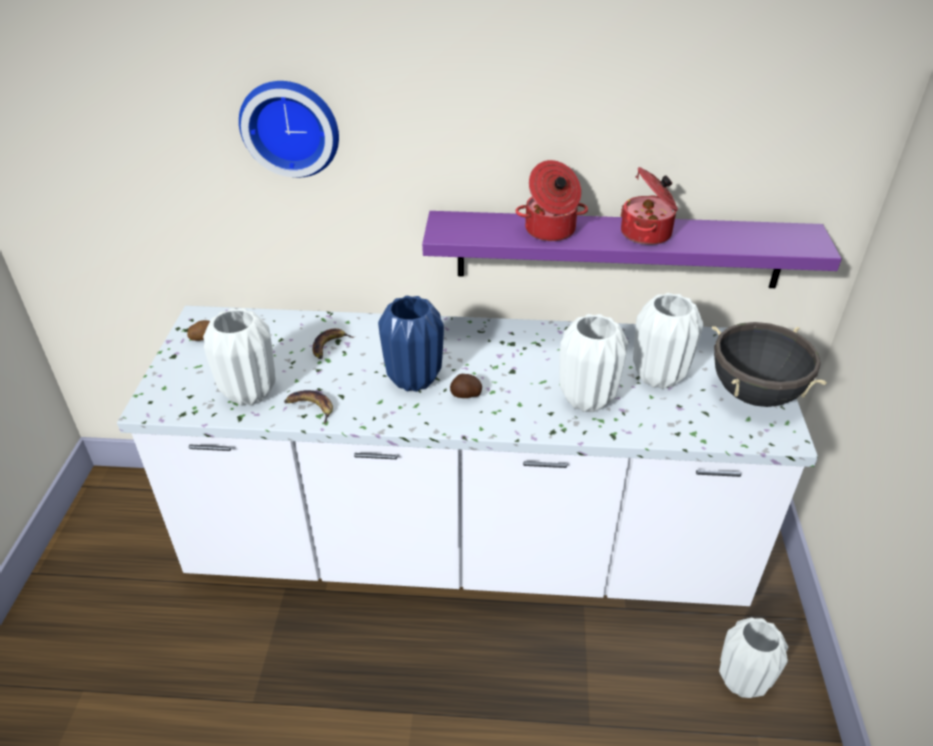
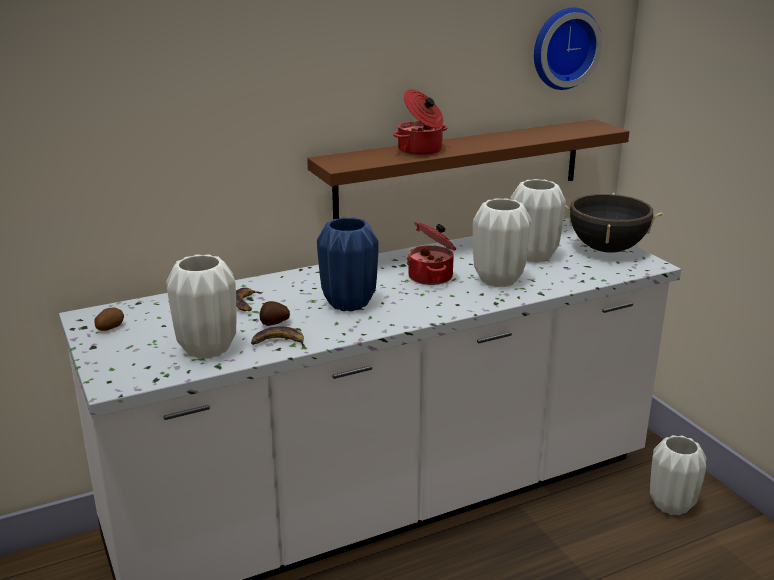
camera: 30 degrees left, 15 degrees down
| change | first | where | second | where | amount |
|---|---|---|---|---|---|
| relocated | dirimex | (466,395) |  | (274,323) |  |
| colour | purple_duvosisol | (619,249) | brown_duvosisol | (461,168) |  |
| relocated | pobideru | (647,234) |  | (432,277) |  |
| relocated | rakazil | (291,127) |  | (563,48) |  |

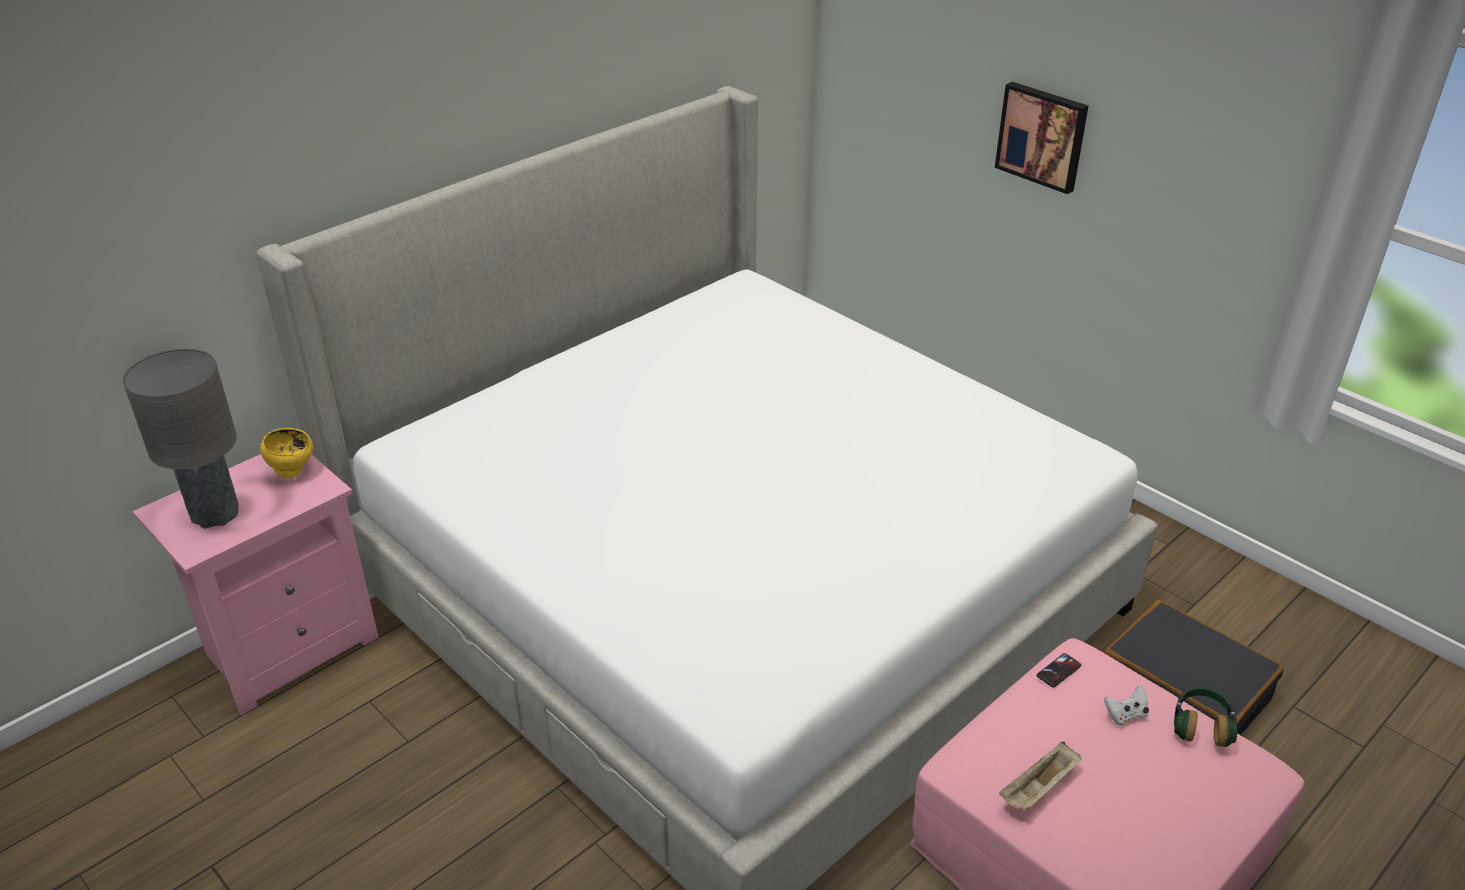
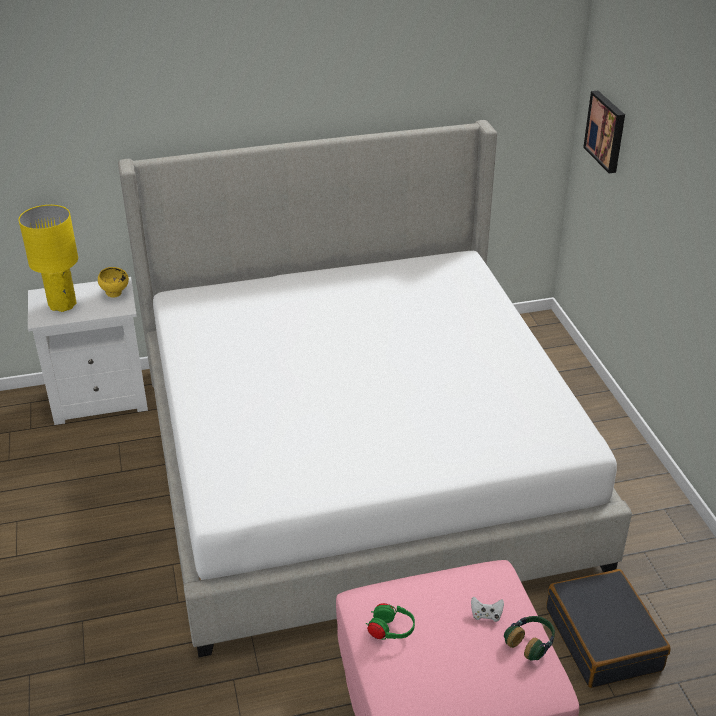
camera: 30 degrees right, 0 degrees up
| change | first | where | second | where | amount |
|---|---|---|---|---|---|
| colour | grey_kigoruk | (216,514) | yellow_kigoruk | (63,305) |  |
| colour | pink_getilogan | (288,647) | white_getilogan | (101,398) |  |
| exchanged | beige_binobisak | (1038,789) | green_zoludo | (390,631) |  |
| relocated | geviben | (1043,136) |  | (607,131) |  |
| missing | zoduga | (1059,671) |  |  |  |

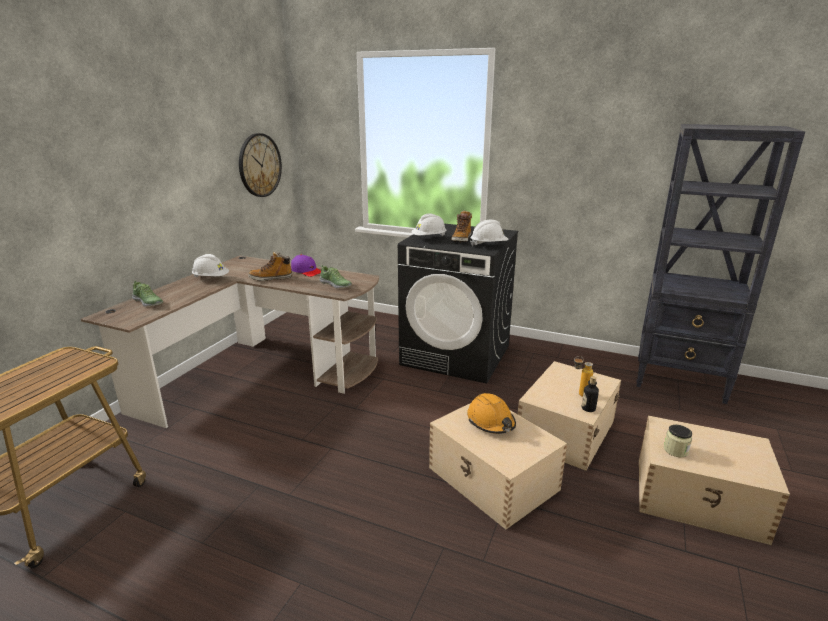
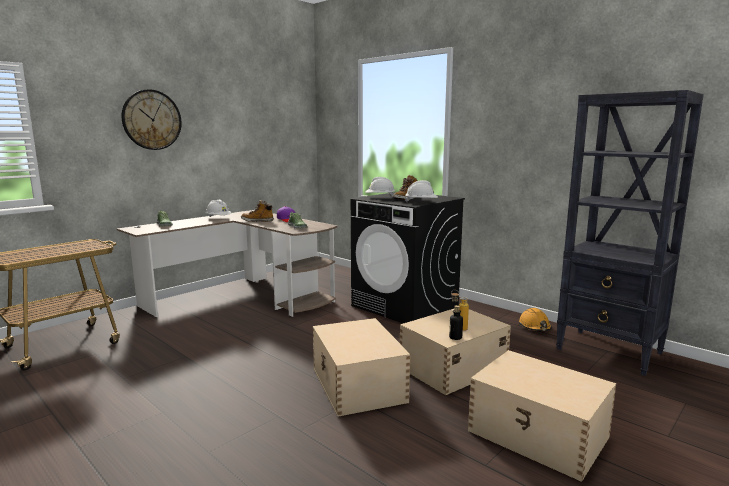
camera: 20 degrees right, 10 degrees down
| change | first | where | second | where | amount |
|---|---|---|---|---|---|
| relocated | rakazil | (259,165) |  | (152,120) |  |
| relocated | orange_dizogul | (491,422) |  | (535,327) |  |
| missing | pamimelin | (675,450) |  |  |  |

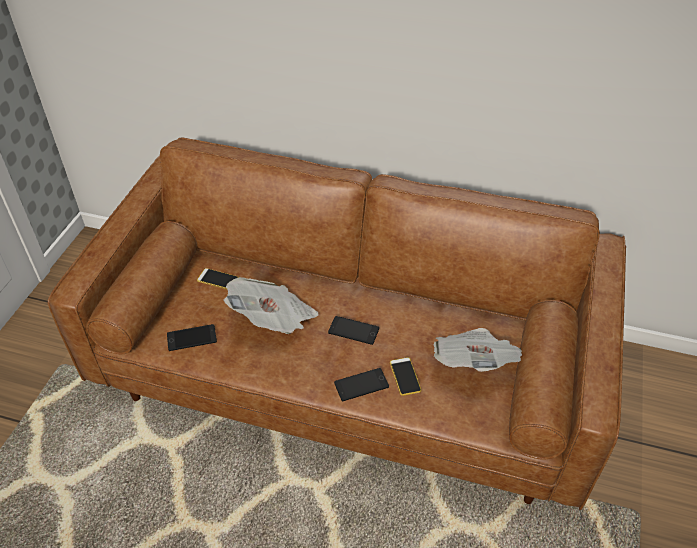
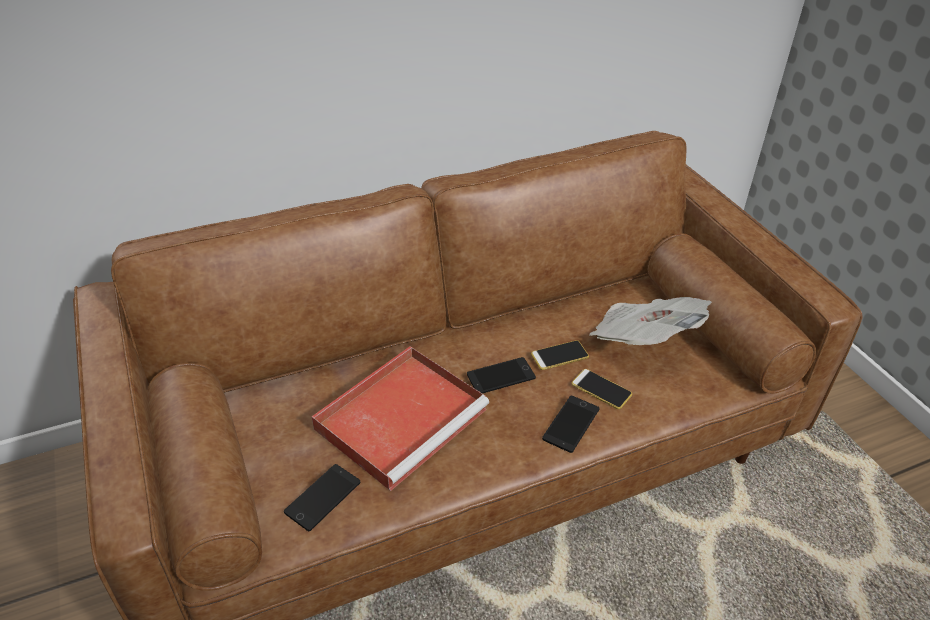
camera: 40 degrees left, 5 degrees down
| change | first | where | second | where | amount |
|---|---|---|---|---|---|
| exchanged | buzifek | (274,320) | red_binobisak | (403,416) |  |
| relocated | zoduga | (218,279) |  | (559,355) |  |

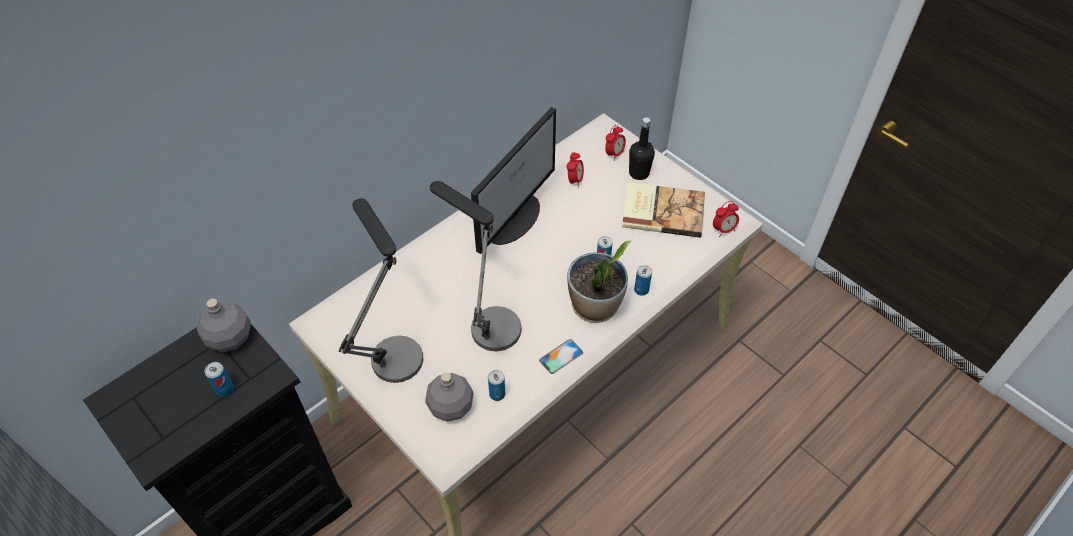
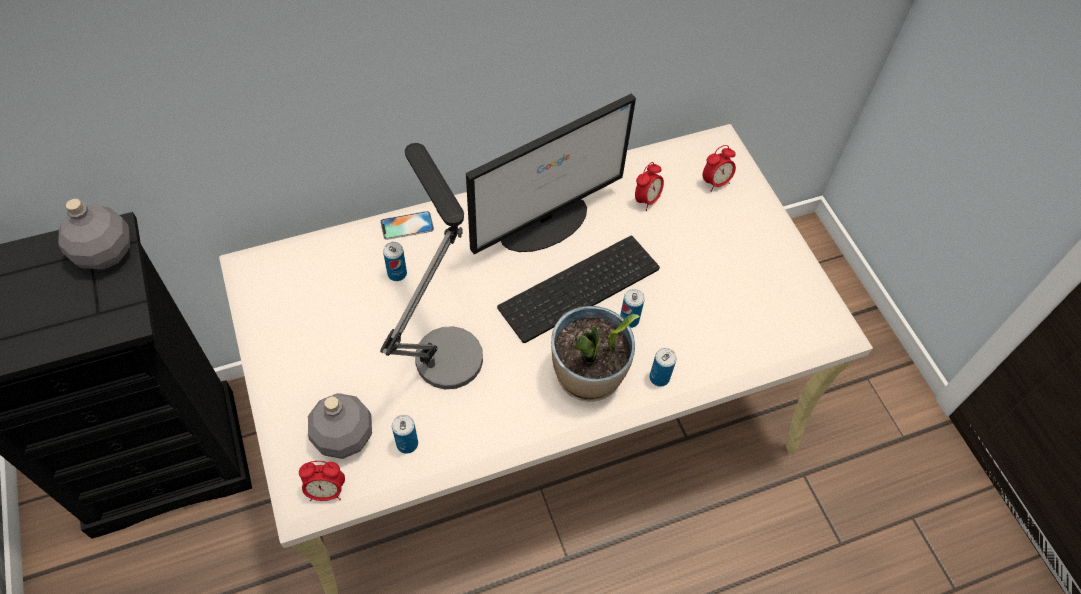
camera: 20 degrees right, 5 degrees up
| change | first | where | second | where | amount |
|---|---|---|---|---|---|
| relocated | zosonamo | (723,230) |  | (326,491) |  |
| relocated | zoduga | (561,356) |  | (407,225) |  |
| relocated | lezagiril | (225,389) |  | (397,273) |  |
| appeared |  |  | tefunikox | (580,291) |  |
| missing | kigoruk | (393,347) |  |  |  |
| missing | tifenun | (662,211) |  |  |  |
| missing | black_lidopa | (639,173) |  |  |  |

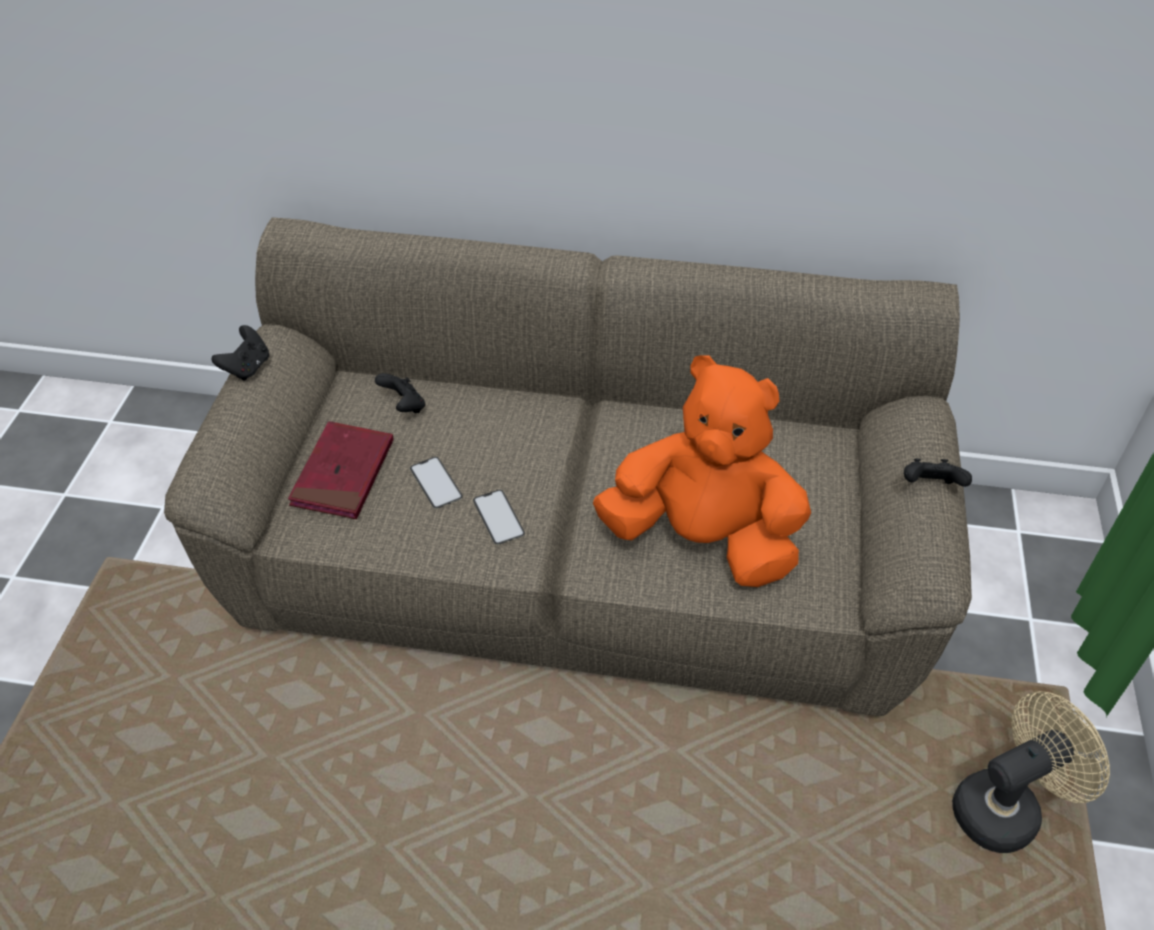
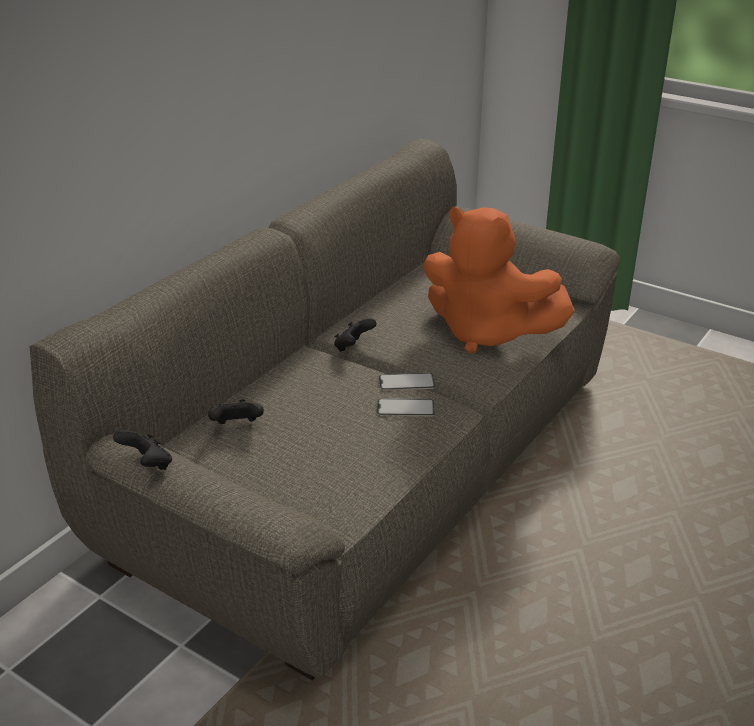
camera: 65 degrees left, 15 degrees down
| change | first | where | second | where | amount |
|---|---|---|---|---|---|
| relocated | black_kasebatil | (930,487) |  | (353,347) |  |
| relocated | zoduga | (436,483) |  | (406,382) |  |
| spun | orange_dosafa | (703,539) |  | (486,333) | 105 degrees counterclockwise |
| missing | red_tifenun | (343,474) |  |  |  |
| missing | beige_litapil | (1005,807) |  |  |  |

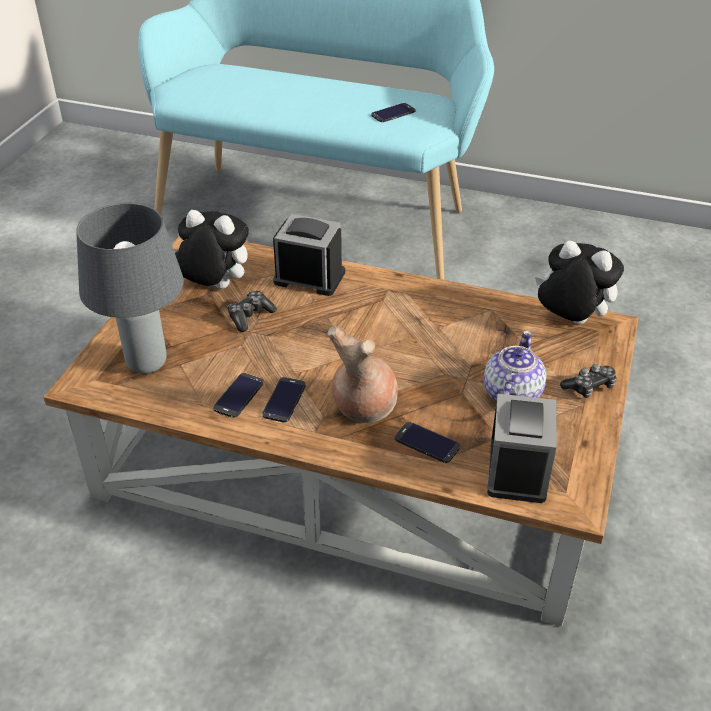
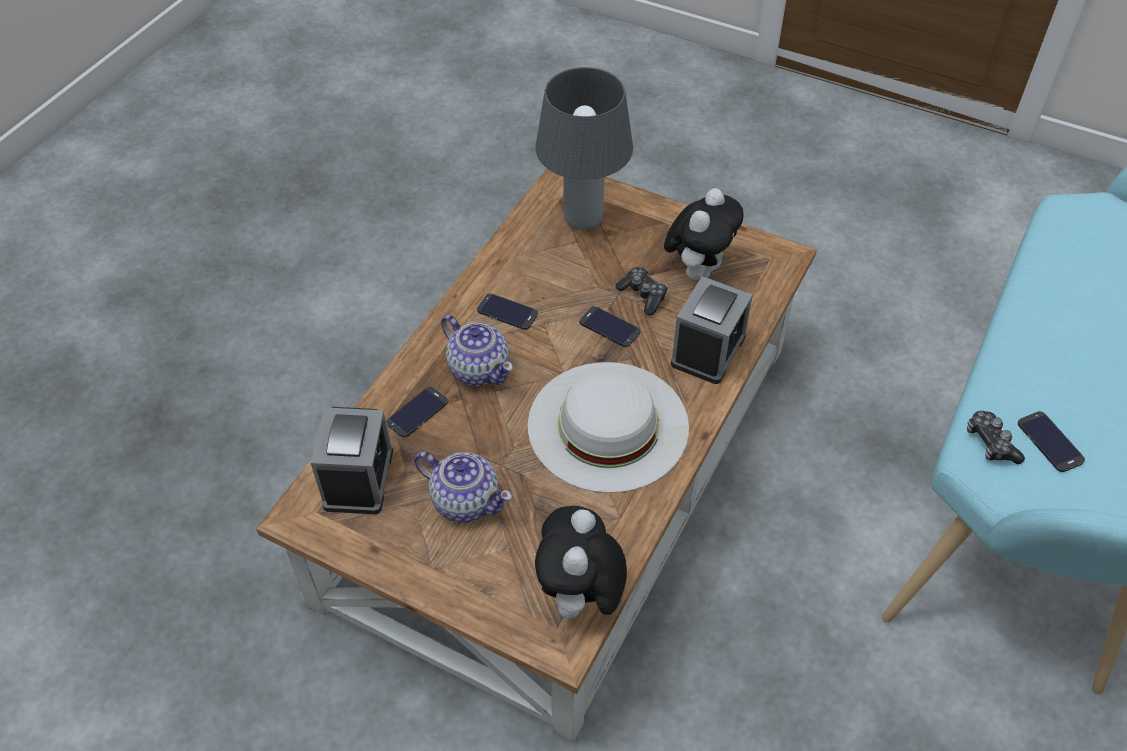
camera: 100 degrees right, 10 degrees up
| change | first | where | second | where | amount |
|---|---|---|---|---|---|
| spun | zosonamo | (517,469) |  | (358,478) | 105 degrees counterclockwise |
| exchanged | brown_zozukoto | (362,408) | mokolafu | (479,368) |  |
| appeared |  |  | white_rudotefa | (608,425) |  |
| spun | dosafa | (569,321) |  | (580,598) | 150 degrees clockwise |
| relocated | zoduga | (238,395) |  | (609,327) |  |
| relocated | kasebatil | (589,387) |  | (990,443) |  |

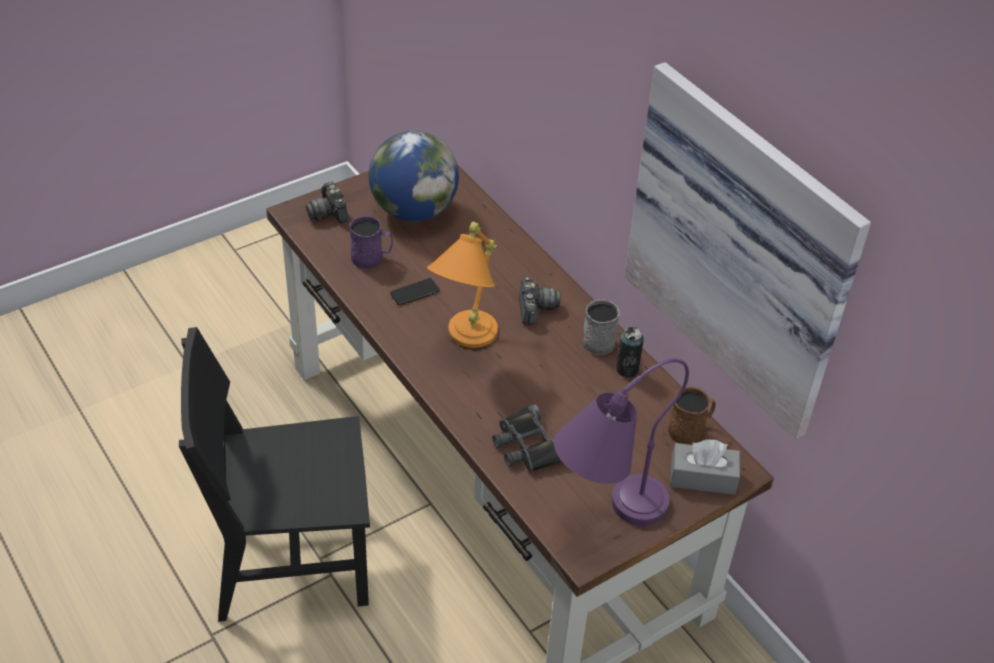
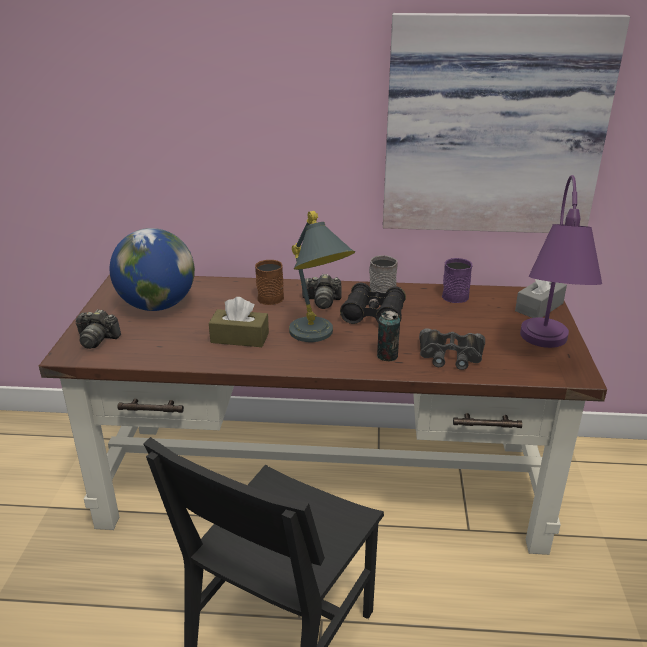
camera: 50 degrees left, 15 degrees down
| change | first | where | second | where | amount |
|---|---|---|---|---|---|
| exchanged | zoduga | (415,292) | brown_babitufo | (240,338) |  |
| relocated | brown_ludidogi | (690,430) |  | (271,296) |  |
| colour | orange_kigoruk | (464,342) | grey_kigoruk | (318,339) |  |
| spun | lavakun | (535,309) |  | (322,301) | 150 degrees clockwise |
| appeared |  |  | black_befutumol | (373,315) |  |
| relocated | lezagiril | (627,369) |  | (387,356) |  |
| relocated | purple_ludidogi | (372,258) |  | (456,295) |  |

